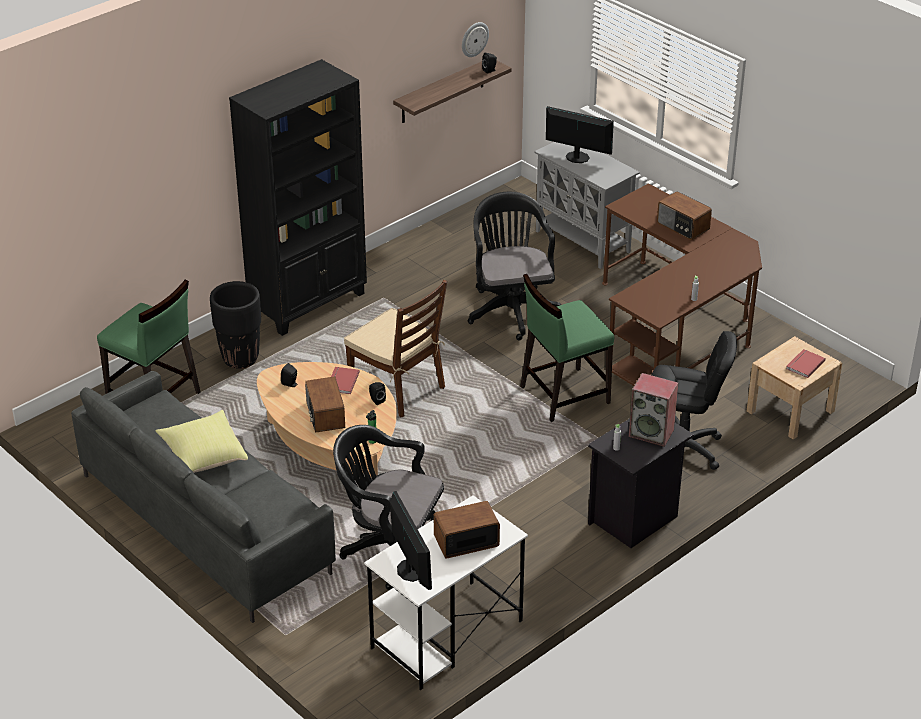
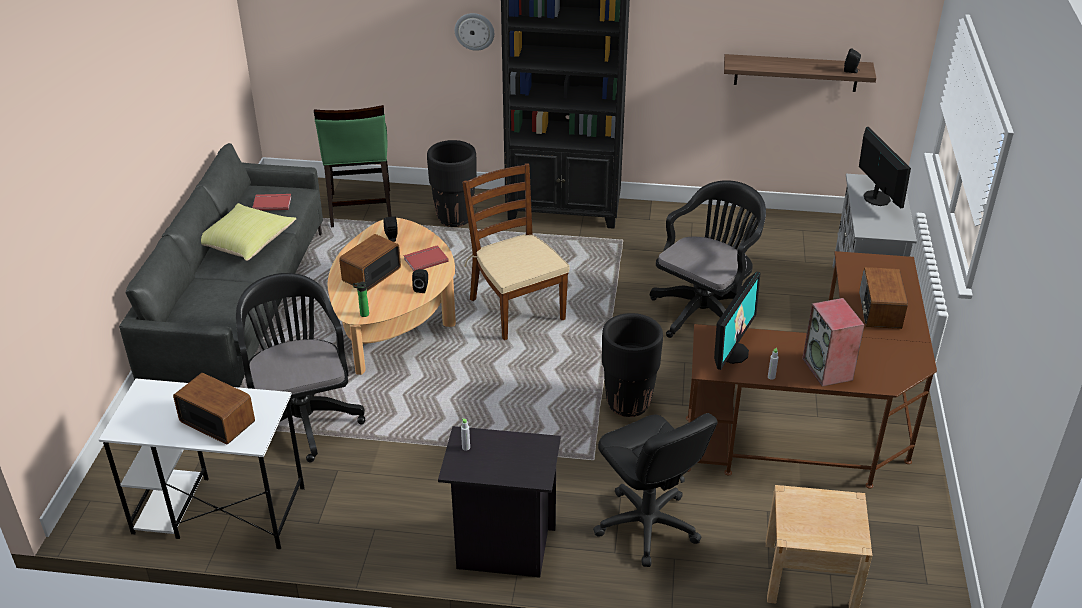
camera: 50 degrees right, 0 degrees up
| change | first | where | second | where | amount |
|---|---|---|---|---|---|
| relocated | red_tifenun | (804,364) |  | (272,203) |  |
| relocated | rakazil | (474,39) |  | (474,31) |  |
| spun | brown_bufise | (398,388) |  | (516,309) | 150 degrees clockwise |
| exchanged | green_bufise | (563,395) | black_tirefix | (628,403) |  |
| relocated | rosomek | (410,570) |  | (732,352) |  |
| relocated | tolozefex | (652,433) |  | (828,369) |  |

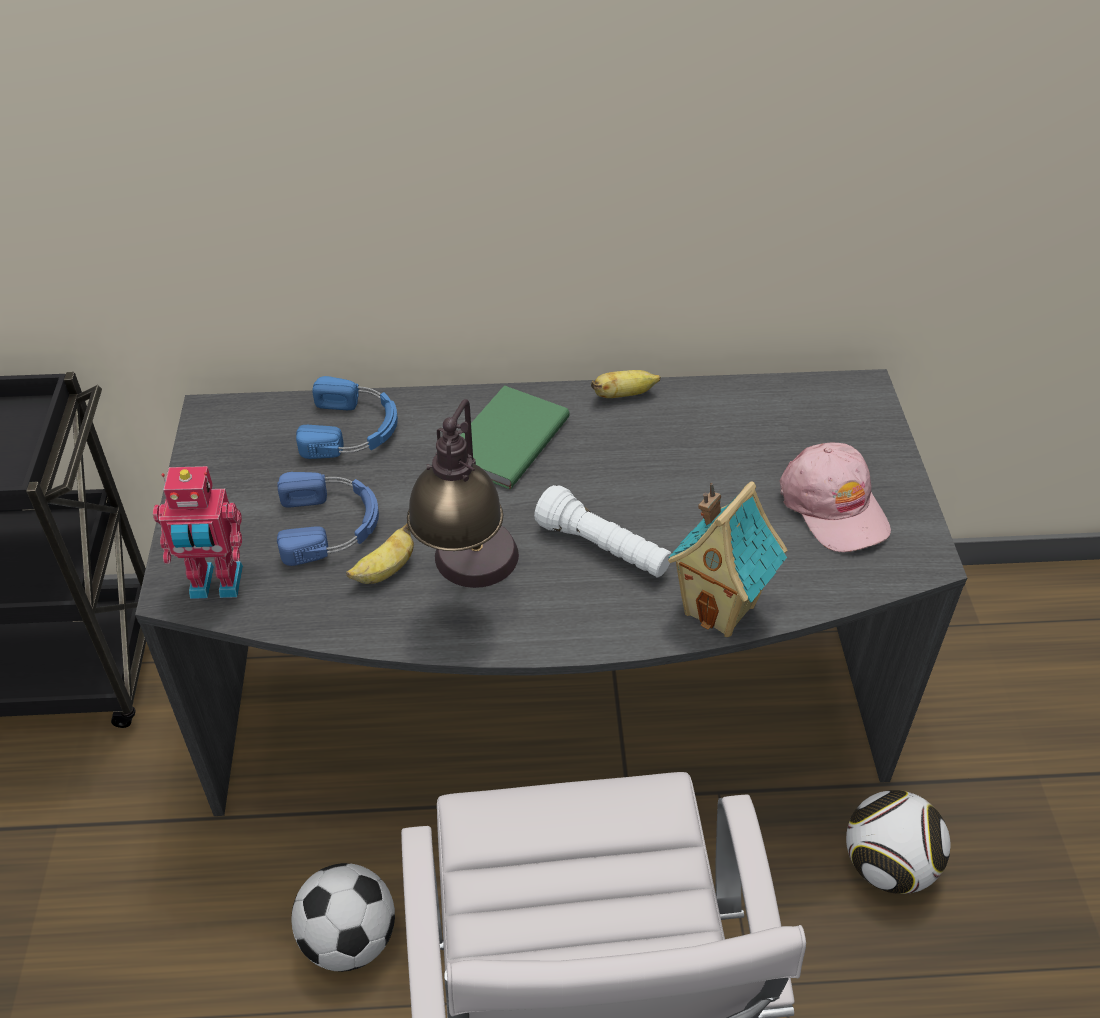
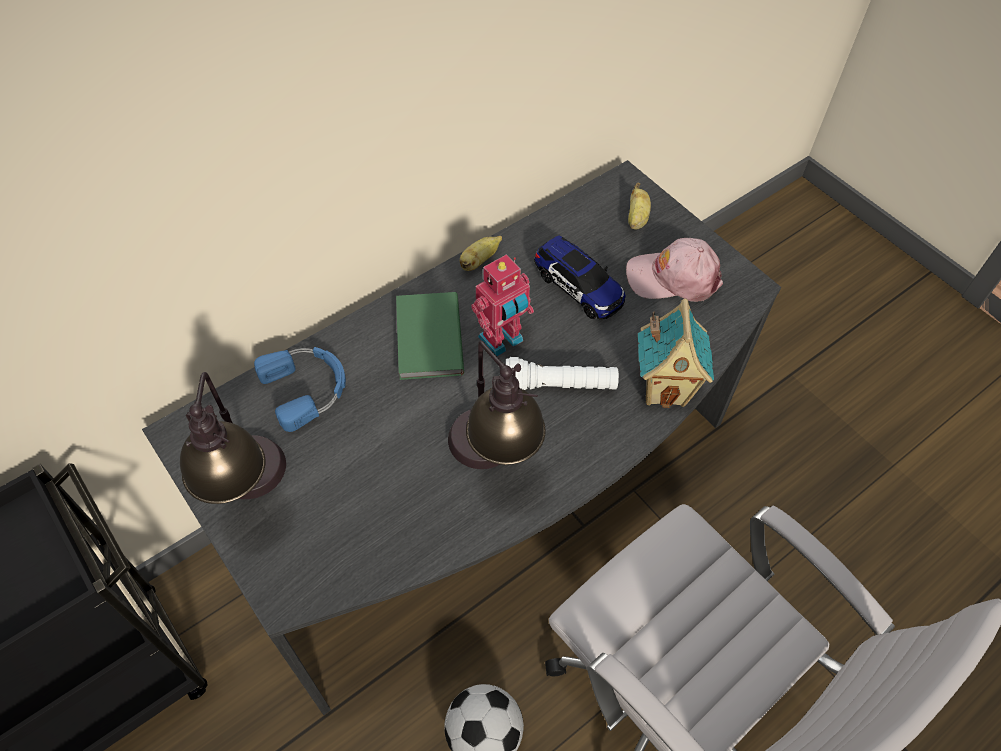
camera: 35 degrees left, 10 degrees up
| change | first | where | second | where | amount |
|---|---|---|---|---|---|
| appeared |  |  | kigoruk | (251,492) |  |
| relocated | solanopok | (216,585) |  | (502,341) |  |
| appeared |  |  | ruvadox | (578,287) |  |
| spun | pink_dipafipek | (834,506) |  | (673,277) | 150 degrees clockwise |
| relocated | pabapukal | (385,571) |  | (636,218) |  |
| missing | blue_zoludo | (330,524) |  |  |  |
| missing | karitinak | (886,865) |  |  |  |

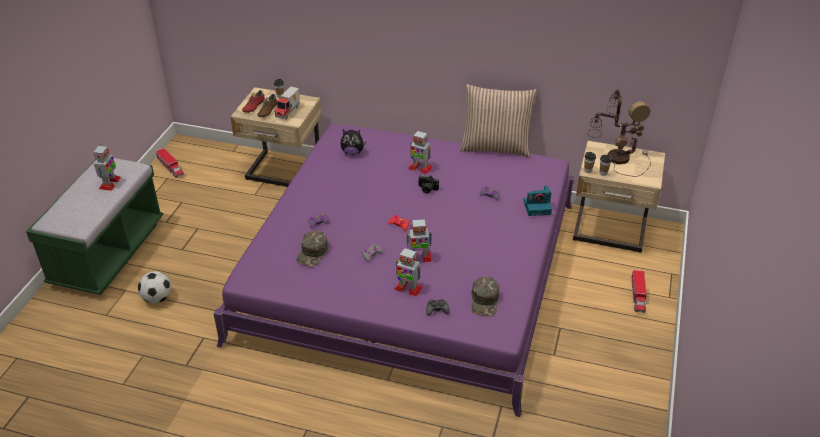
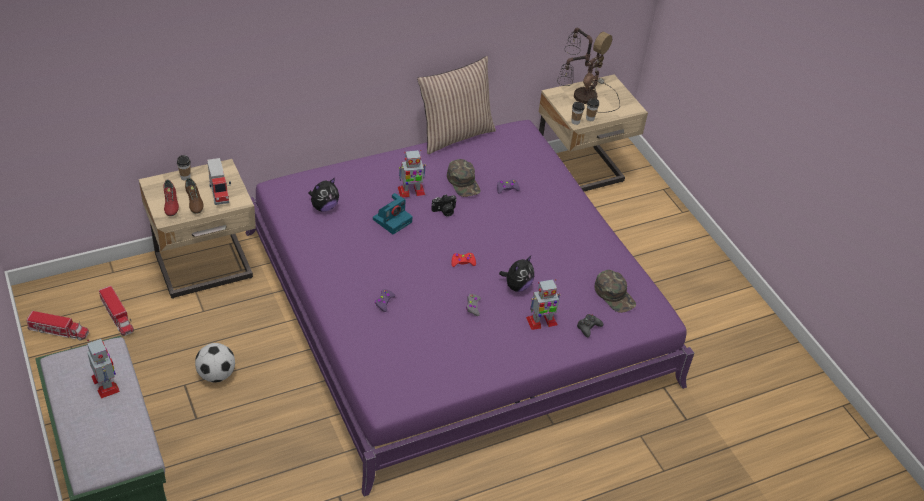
camera: 45 degrees left, 5 degrees up
| change | first | where | second | where | amount |
|---|---|---|---|---|---|
| relocated | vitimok | (638,296) |  | (117,316) |  |
| relocated | karitinak | (157,299) |  | (216,375) |  |
| relocated | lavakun | (537,207) |  | (392,220) |  |
| relocated | green_dipafipek | (313,252) |  | (463,182) |  |
| exchanged | solanopok | (418,258) | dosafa | (517,286) |  |

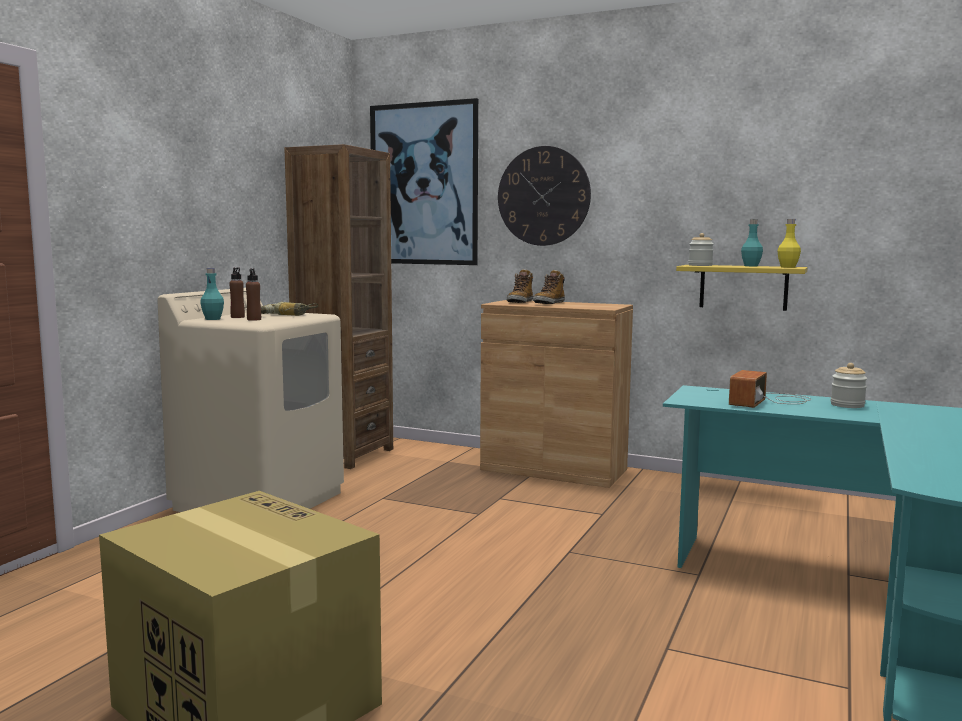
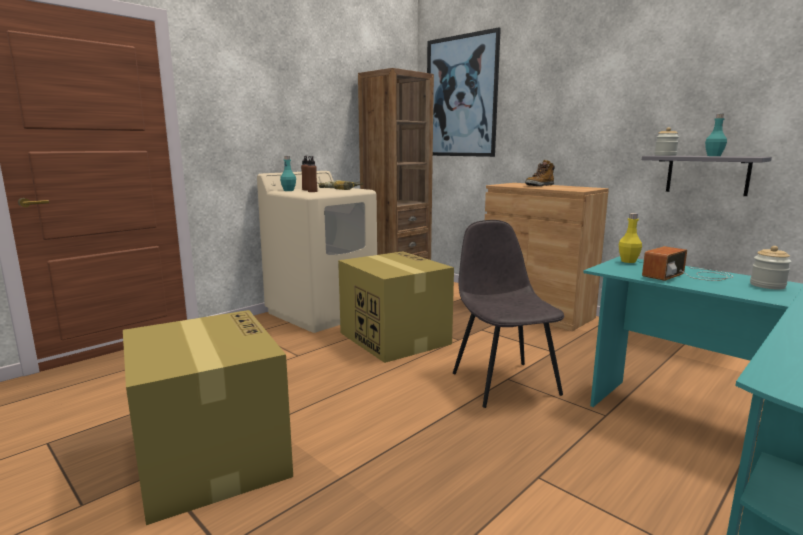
camera: 20 degrees right, 5 degrees up
| change | first | where | second | where | amount |
|---|---|---|---|---|---|
| appeared |  |  | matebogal | (393,338) |  |
| appeared |  |  | grey_bufise | (503,382) |  |
| relocated | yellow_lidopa | (788,267) |  | (628,261) |  |
| colour | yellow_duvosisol | (743,287) | grey_duvosisol | (707,175) |  |
| missing | rakazil | (543,196) |  |  |  |
| missing | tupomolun | (520,302) |  |  |  |

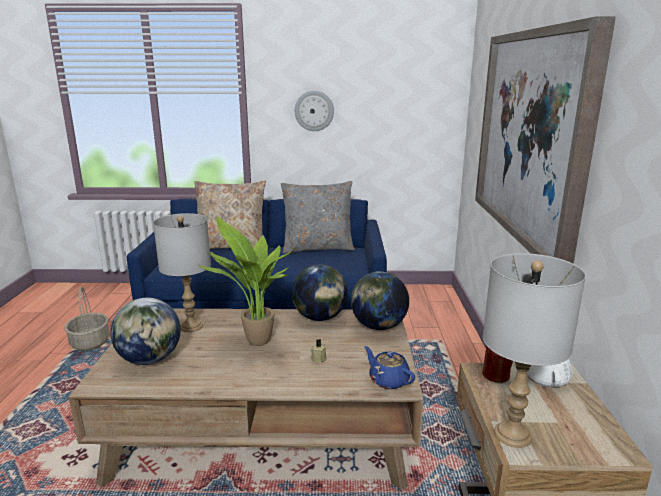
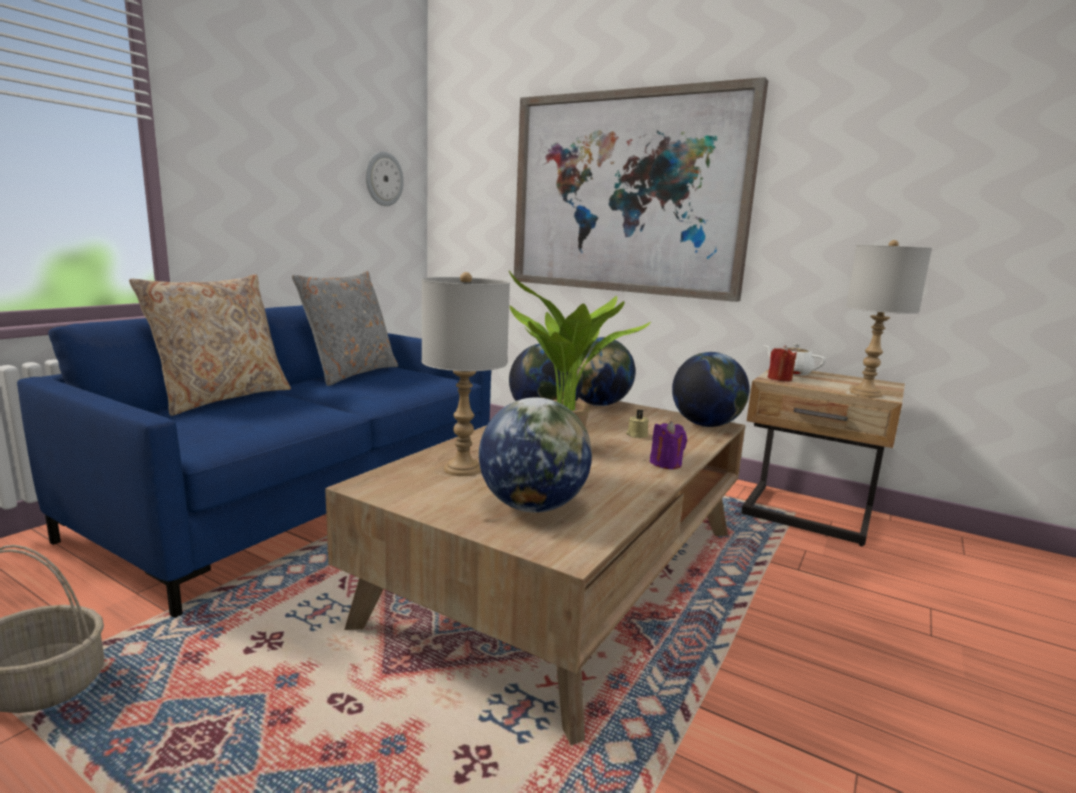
camera: 60 degrees left, 5 degrees down
| change | first | where | second | where | amount |
|---|---|---|---|---|---|
| relocated | rakazil | (314,111) |  | (383,179) |  |
| appeared |  |  | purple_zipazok | (666,463) |  |
| exchanged | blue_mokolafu | (388,380) | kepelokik | (706,425) |  |

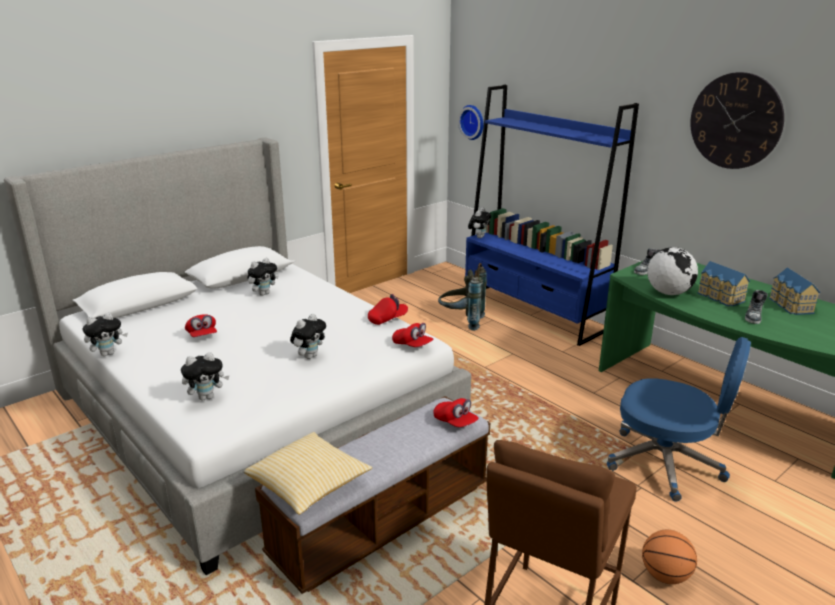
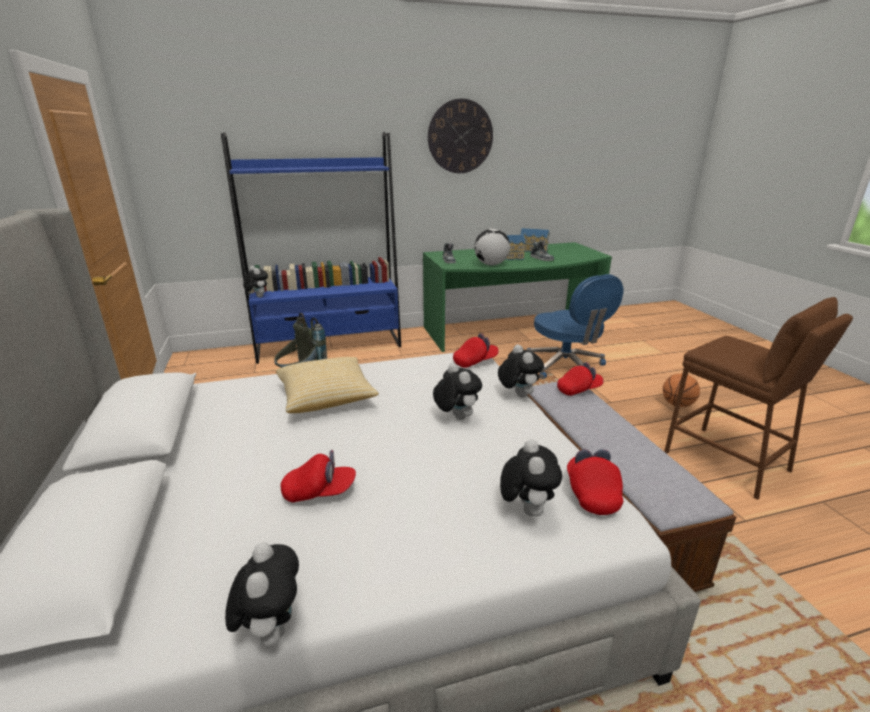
camera: 65 degrees left, 0 degrees up
| change | first | where | second | where | amount |
|---|---|---|---|---|---|
| relocated | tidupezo | (308,485) |  | (326,398) |  |
| relocated | dosafa | (264,293) |  | (517,395) |  |
| spun | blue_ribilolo | (666,463) |  | (566,367) | 105 degrees clockwise |
| relocated | red_dipafipek | (387,319) |  | (591,493) |  |
| missing | rakazil | (473,122) |  |  |  |

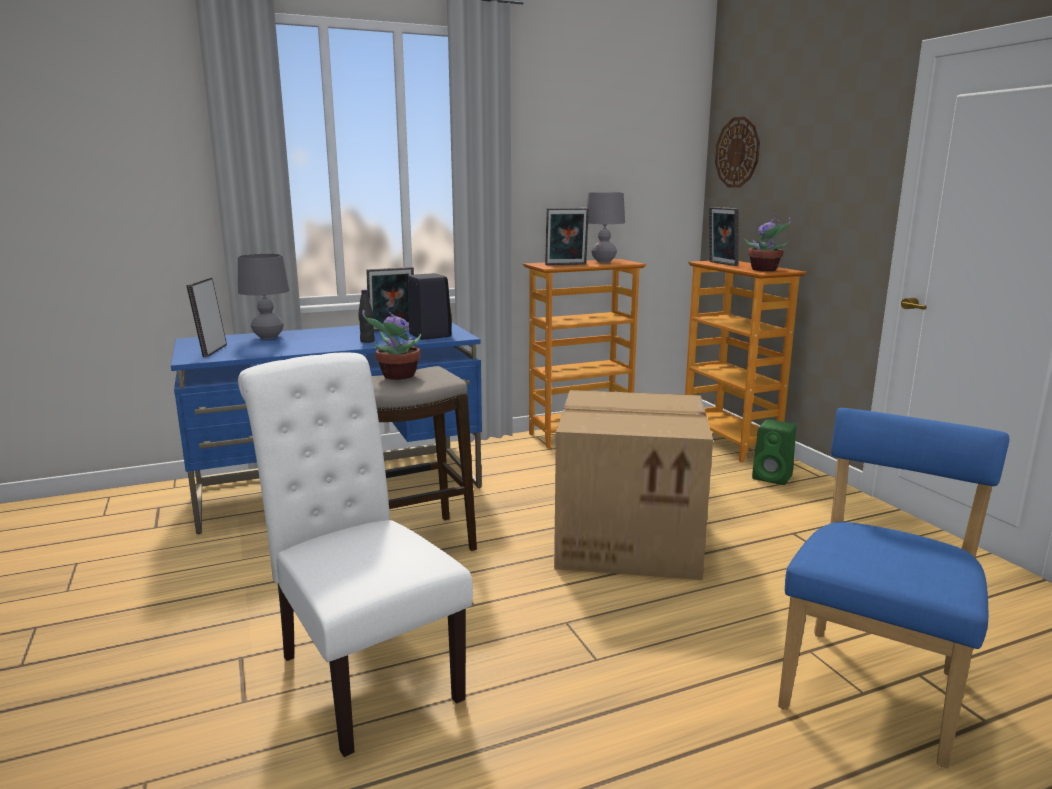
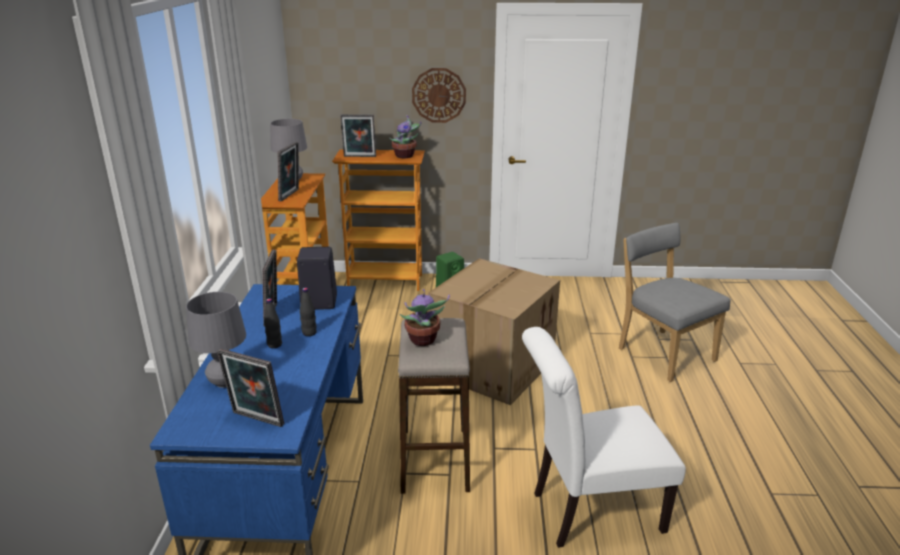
camera: 65 degrees left, 10 degrees up
| change | first | where | second | where | amount |
|---|---|---|---|---|---|
| appeared |  |  | black_lidopa | (274,345) |  |
| relocated | rakazil | (737,152) |  | (439,95) |  |
| colour | blue_bufise | (873,686) | grey_bufise | (662,353) |  |

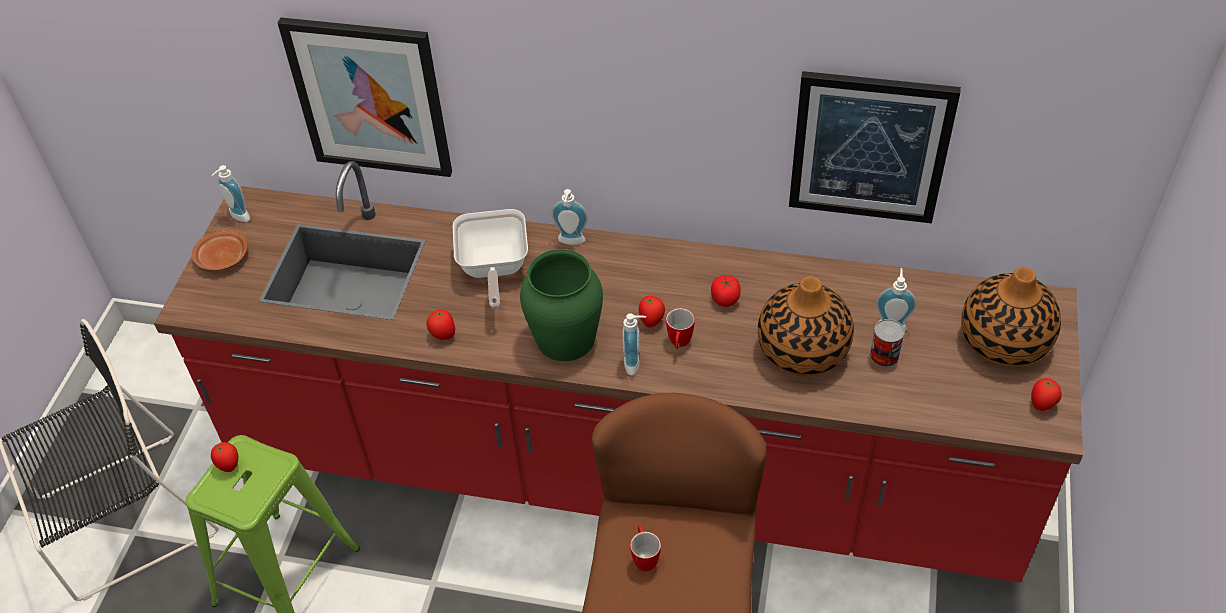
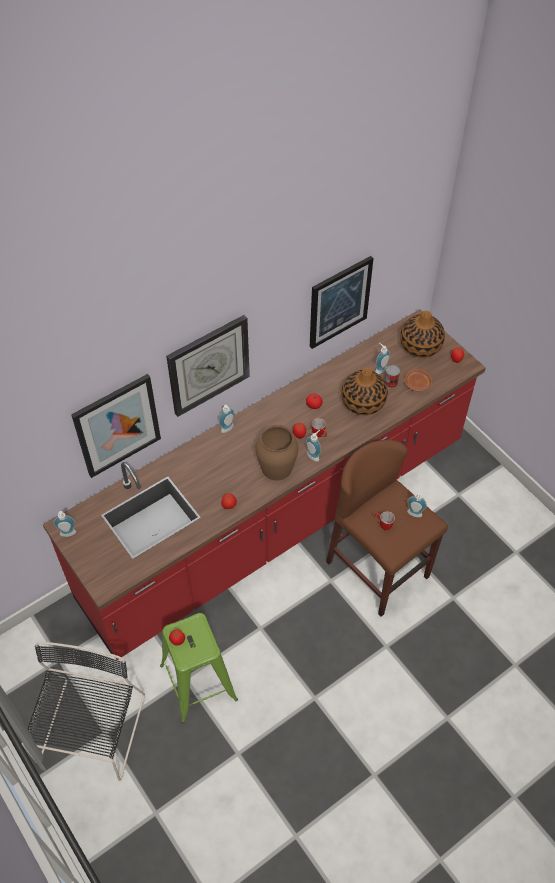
camera: 50 degrees left, 5 degrees up
| change | first | where | second | where | amount |
|---|---|---|---|---|---|
| appeared |  |  | rakazil | (208,365) |  |
| colour | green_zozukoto | (566,338) | brown_zozukoto | (277,467) |  |
| relocated | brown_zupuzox | (222,258) |  | (417,384) |  |
| appeared |  |  | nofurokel | (414,515) |  |
| missing | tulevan | (493,270) |  |  |  |

